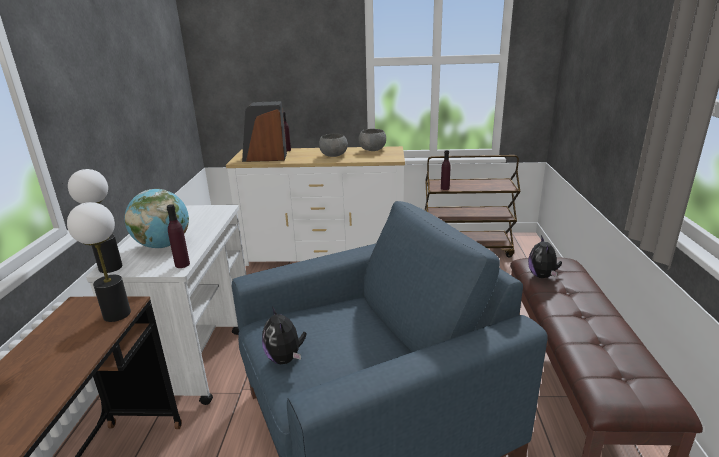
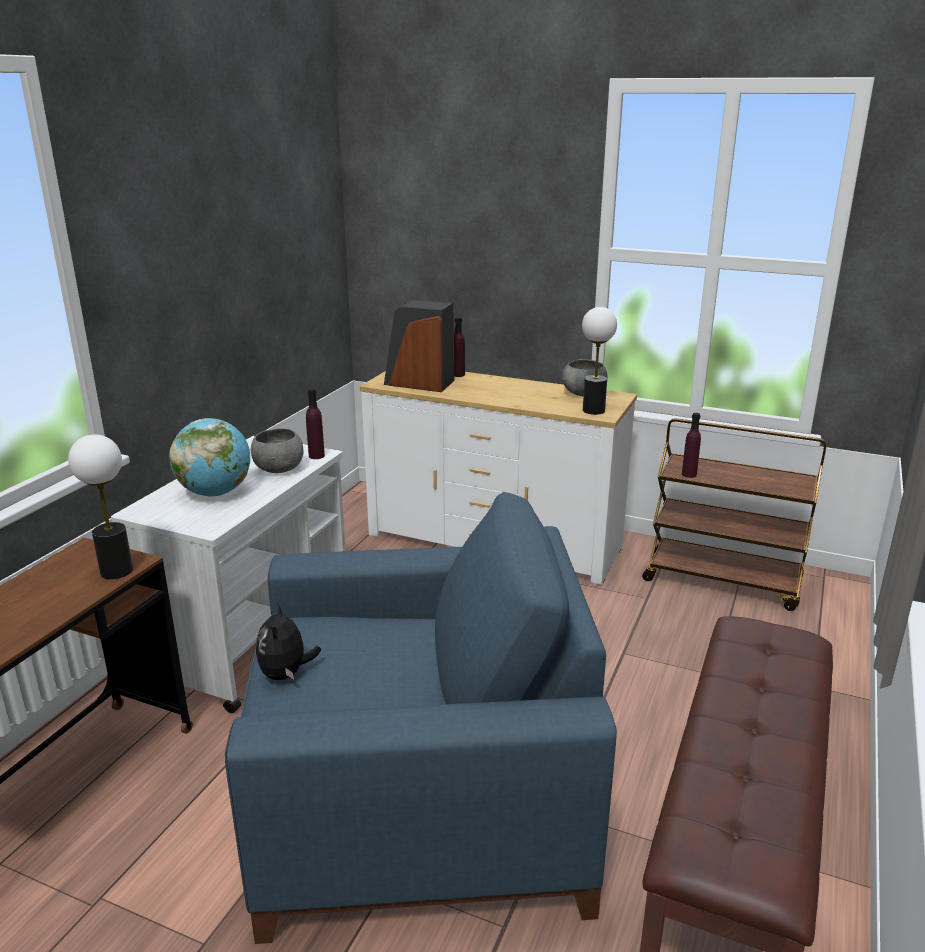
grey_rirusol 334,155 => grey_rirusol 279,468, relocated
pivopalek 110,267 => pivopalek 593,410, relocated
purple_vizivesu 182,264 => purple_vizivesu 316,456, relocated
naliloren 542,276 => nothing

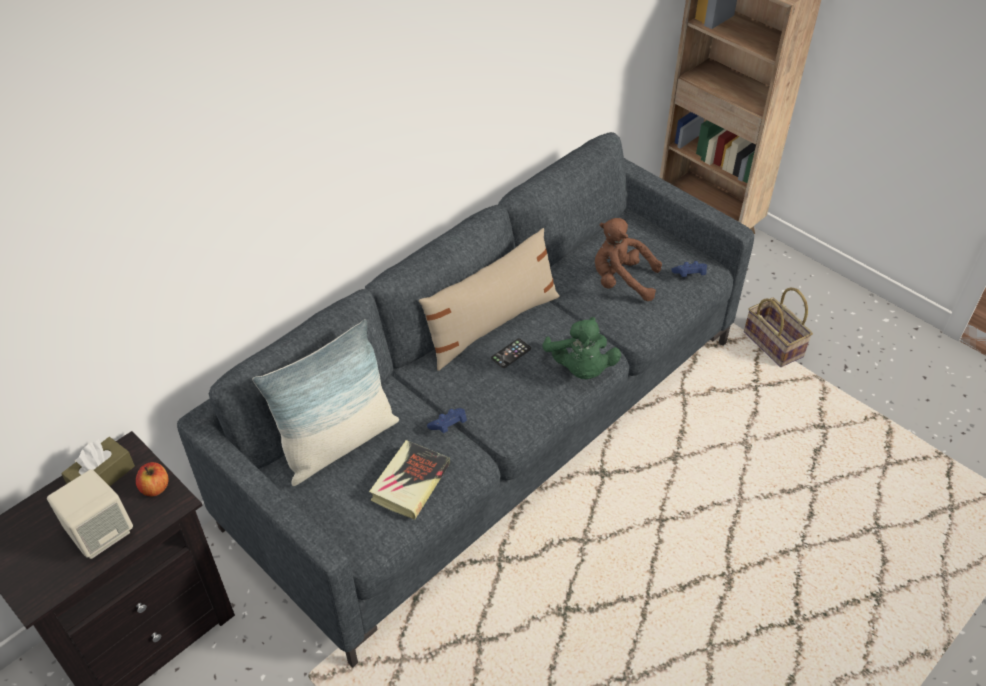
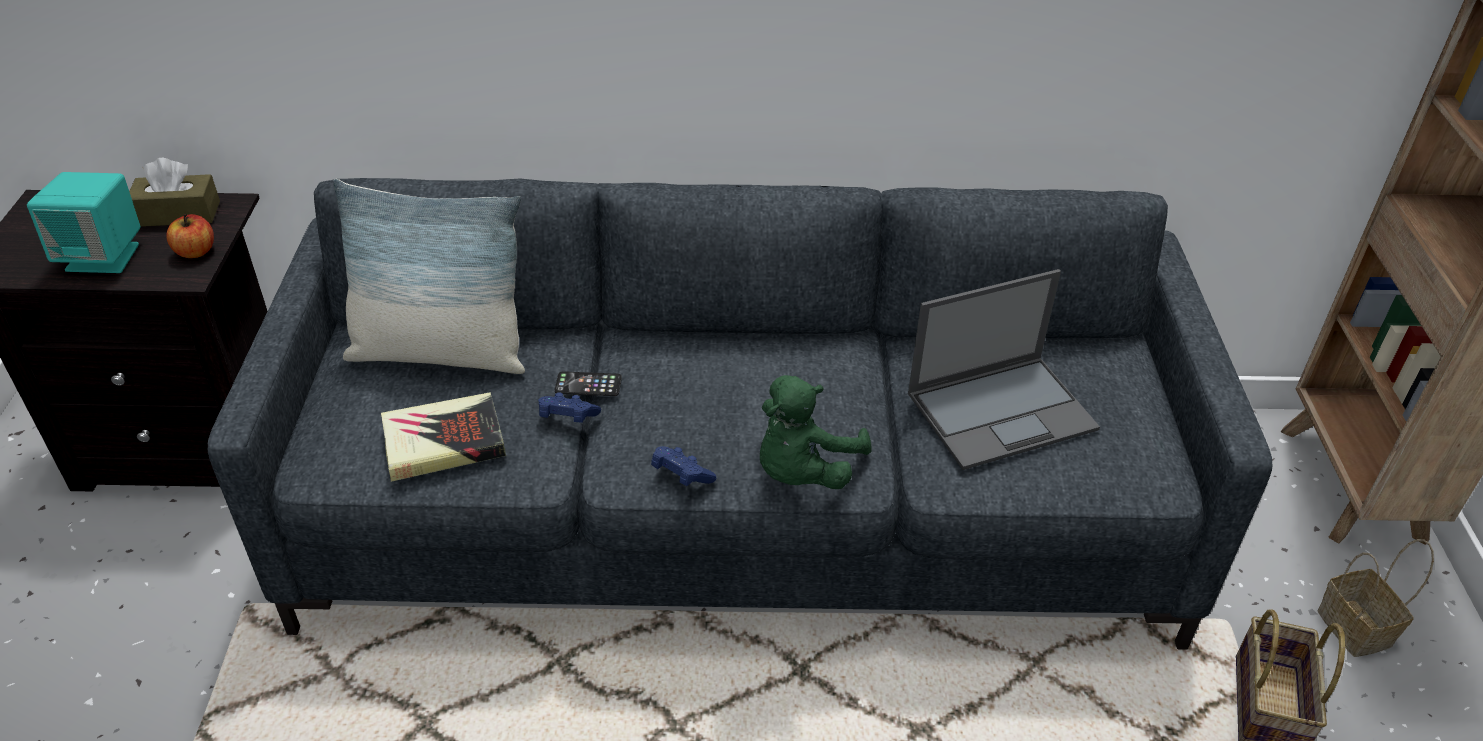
brown_naliloren 621,281 => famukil 1003,410
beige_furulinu 491,324 => nothing
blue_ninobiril 689,275 => blue_ninobiril 681,476, relocated
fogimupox 511,353 => fogimupox 588,384, relocated
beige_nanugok 101,533 => turquoise_nanugok 104,257
nothing => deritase 1357,629

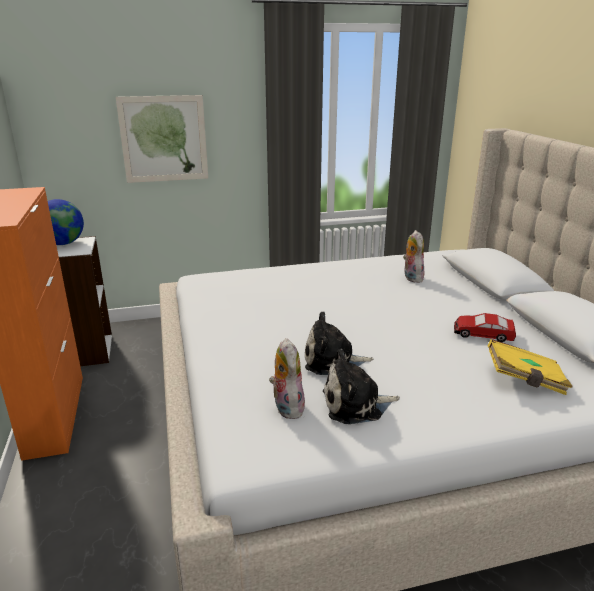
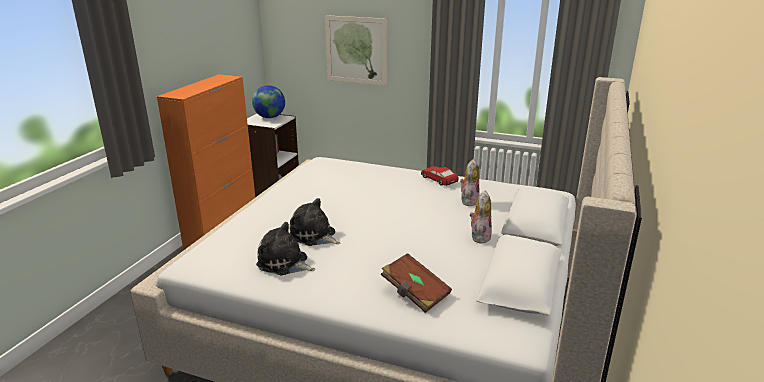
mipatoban 483,334 => mipatoban 438,179, relocated
naliloren 286,407 => naliloren 479,236, relocated
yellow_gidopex 525,380 => brown_gidopex 415,293

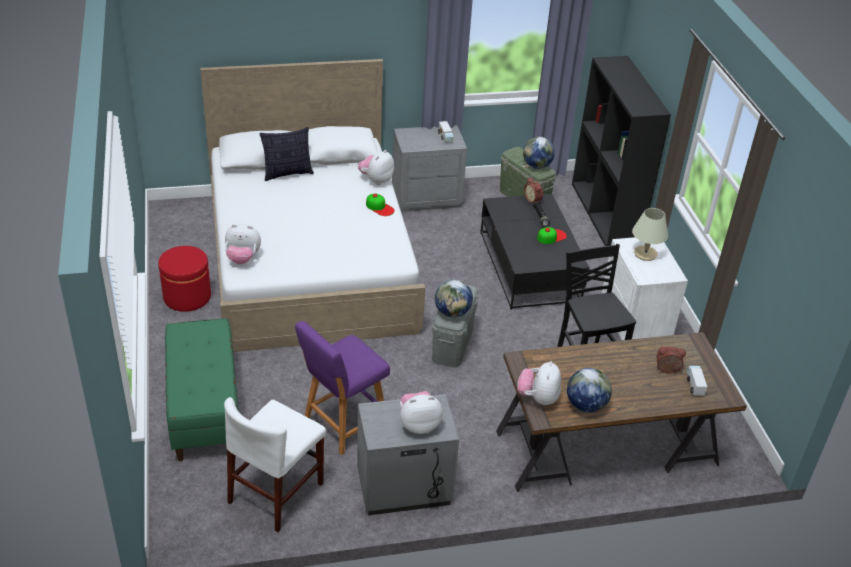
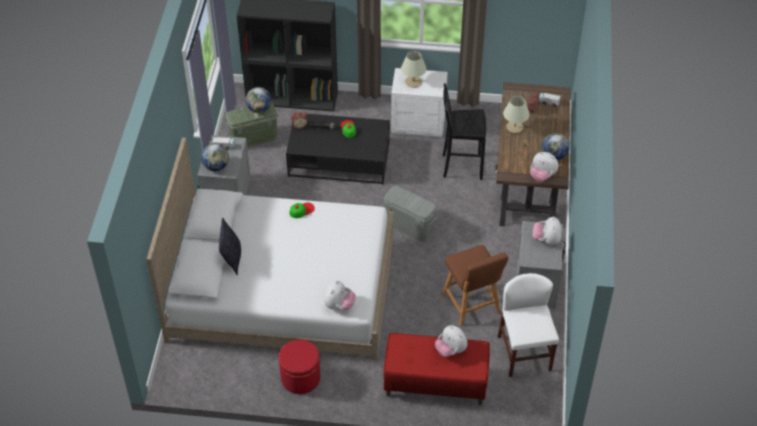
naliloren 376,180 => naliloren 450,350, relocated
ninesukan 452,313 => ninesukan 216,166, relocated
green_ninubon 204,410 => red_ninubon 435,383
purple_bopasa 342,425 => brown_bopasa 472,305
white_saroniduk 276,493 => white_saroniduk 524,353, 150 degrees counterclockwise
nothing => beige_pivopalek 514,127

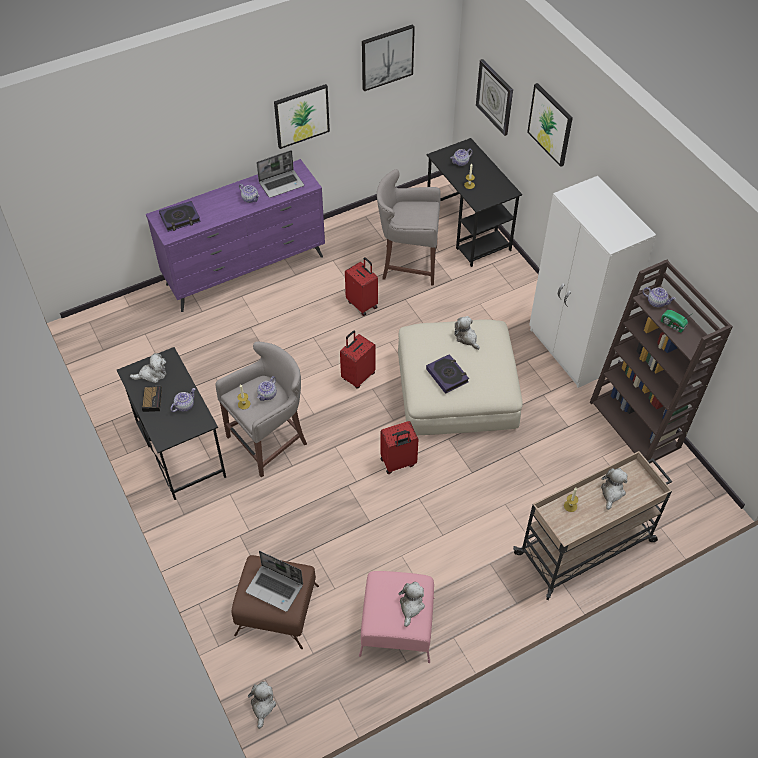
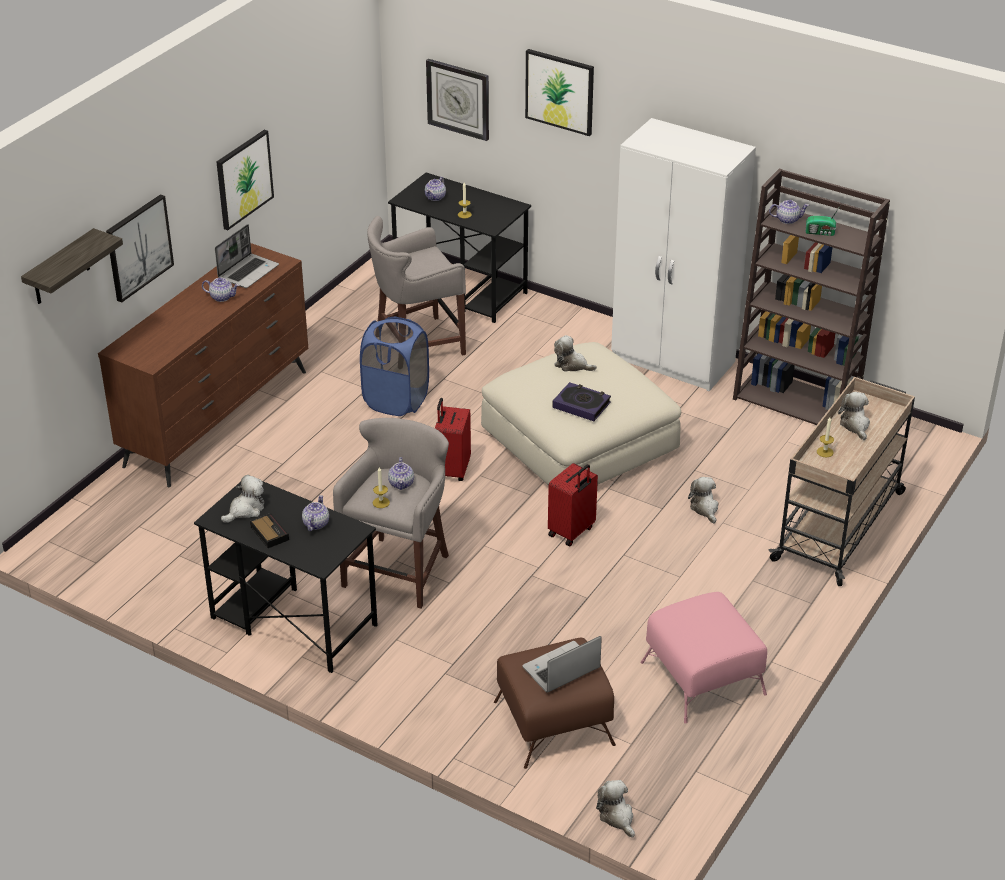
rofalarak 387,57 => rofalarak 138,247, relocated
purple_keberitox 246,270 => brown_keberitox 218,418
gidopex 180,219 => nothing
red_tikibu 362,304 => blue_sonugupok 396,400
famukil 275,588 => famukil 561,669, 150 degrees clockwise
naliloren 411,606 => naliloren 704,508, relocated
nothing => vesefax 60,268

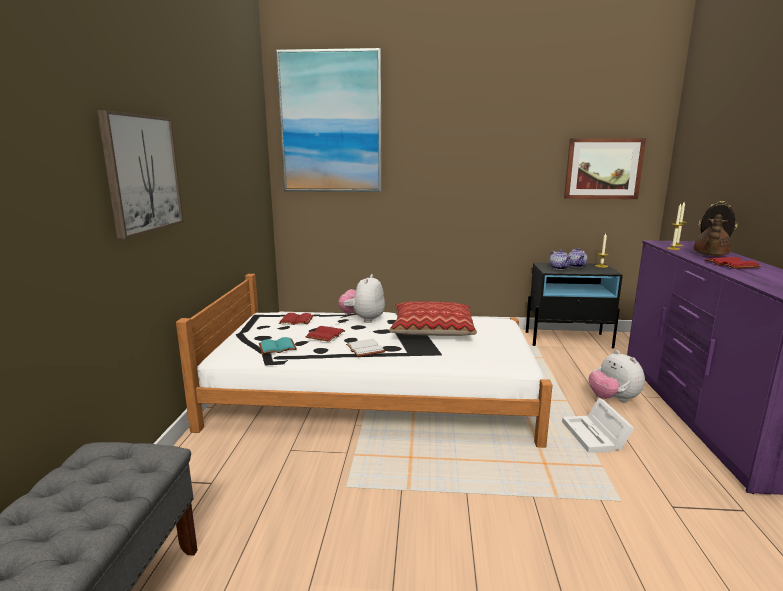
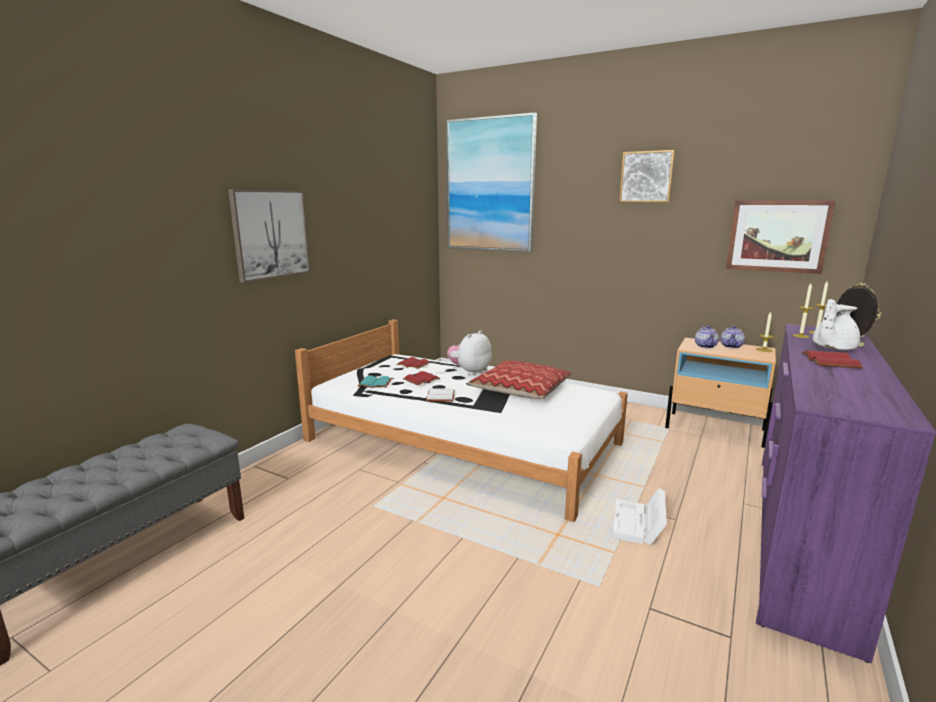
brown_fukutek 710,255 => white_fukutek 832,348
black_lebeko 568,340 => beige_lebeko 715,429
naliloren 613,399 => nothing
nothing => rofalarak 646,177

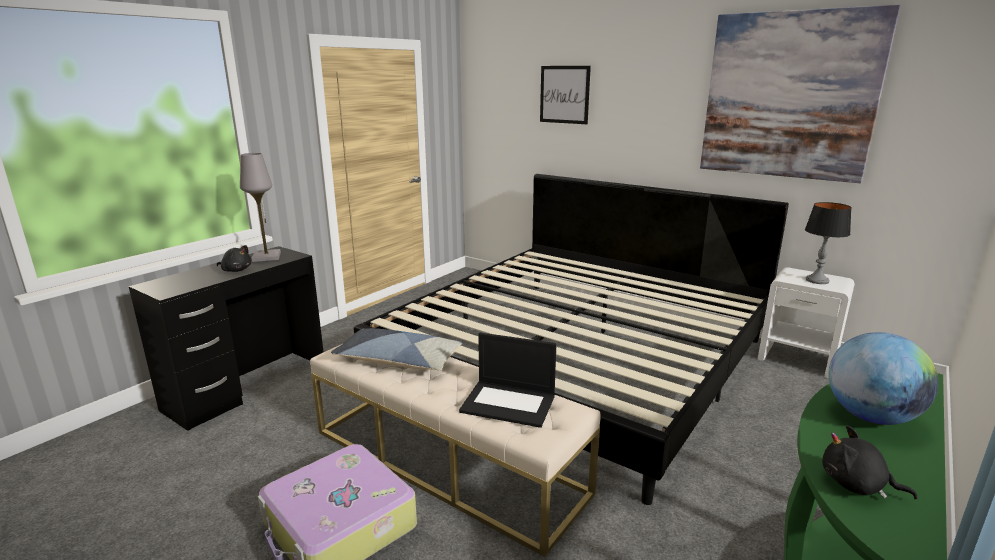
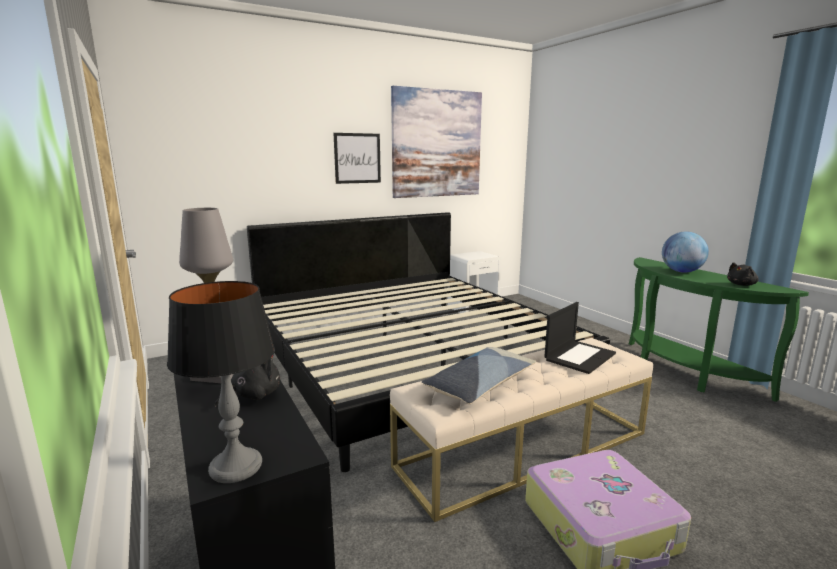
rofalarak 564,94 => rofalarak 357,158, relocated
pivopalek 817,280 => pivopalek 235,467, relocated

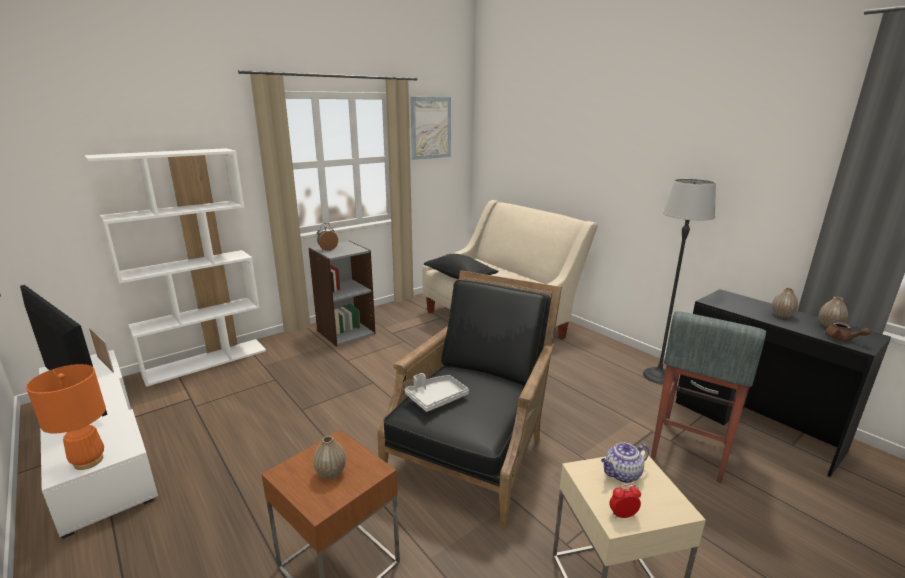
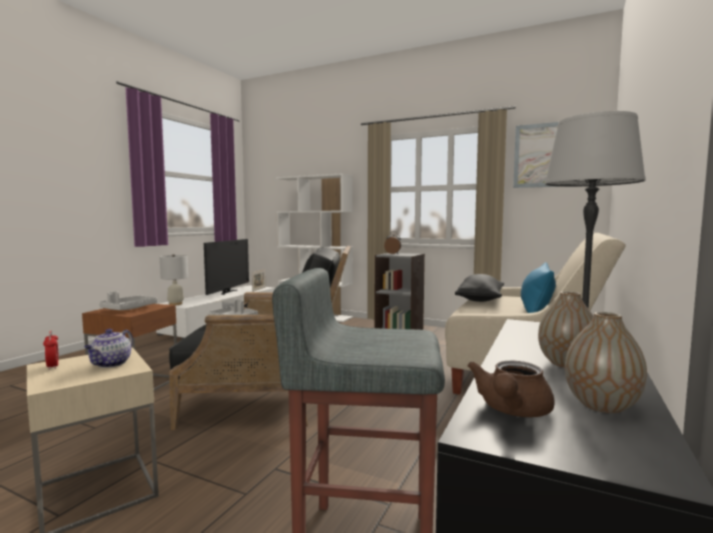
orange_pivopalek 88,461 => white_pivopalek 175,304
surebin 331,473 => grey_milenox 129,309
fukutek 622,474 => fukutek 111,364, 120 degrees counterclockwise
nothing => blue_furulinu 536,310

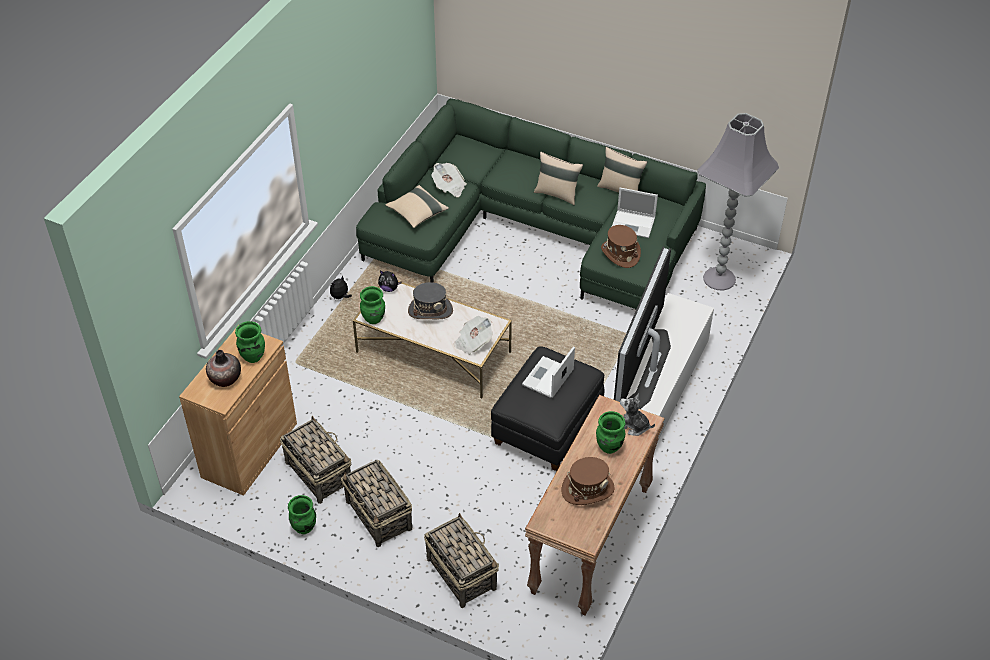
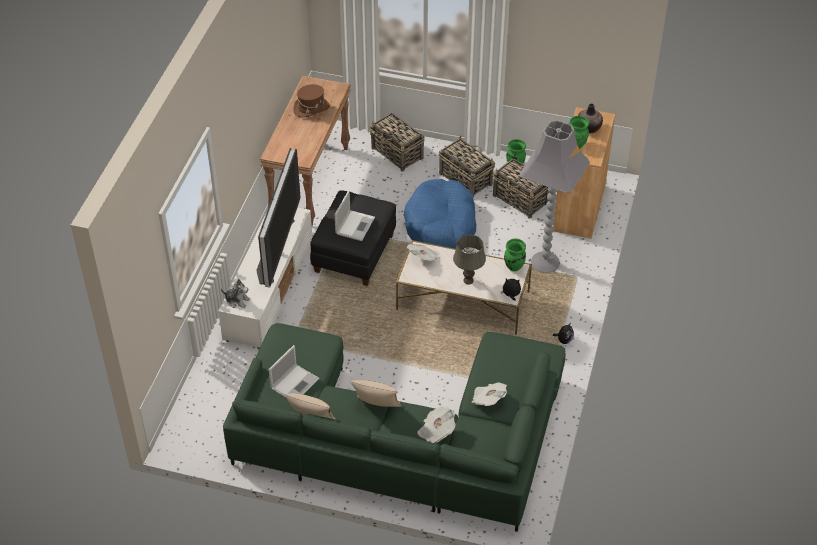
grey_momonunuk 718,279 => grey_momonunuk 546,262, relocated
beige_furulinu 417,213 => nothing
famukil 633,224 => famukil 295,383, 120 degrees clockwise
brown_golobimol 620,253 => nothing
grey_golobimol 430,310 => grey_pivopalek 468,280
naliloren 634,426 => naliloren 237,300, relocated
green_surebin 609,447 => nothing
nothing => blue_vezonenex 441,225
nothing => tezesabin 436,431

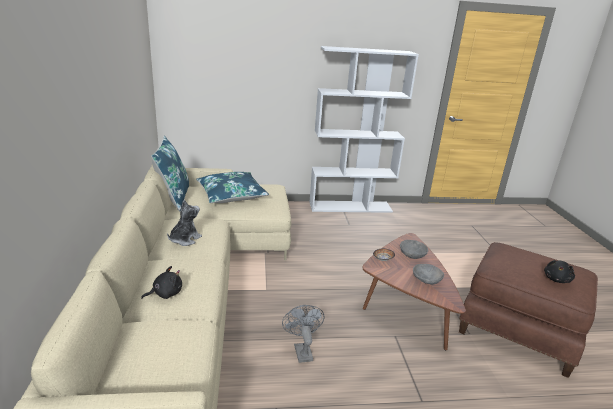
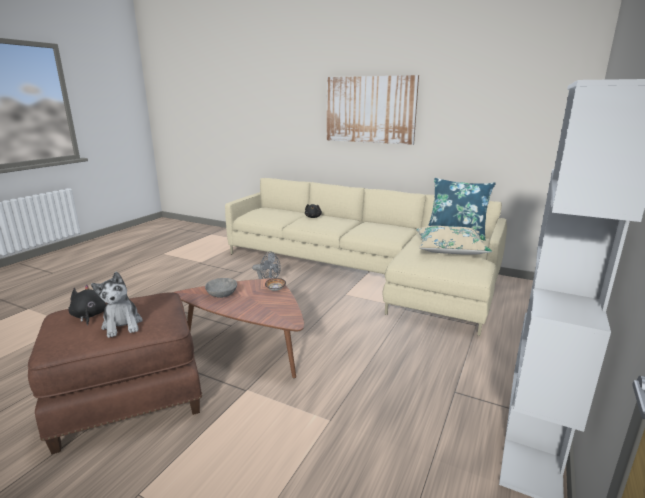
blue_furulinu 231,195 => beige_furulinu 449,249
naliloren 184,239 => naliloren 122,325, relocated
grey_rirusol 412,255 => nothing
nothing => rofalarak 370,110

